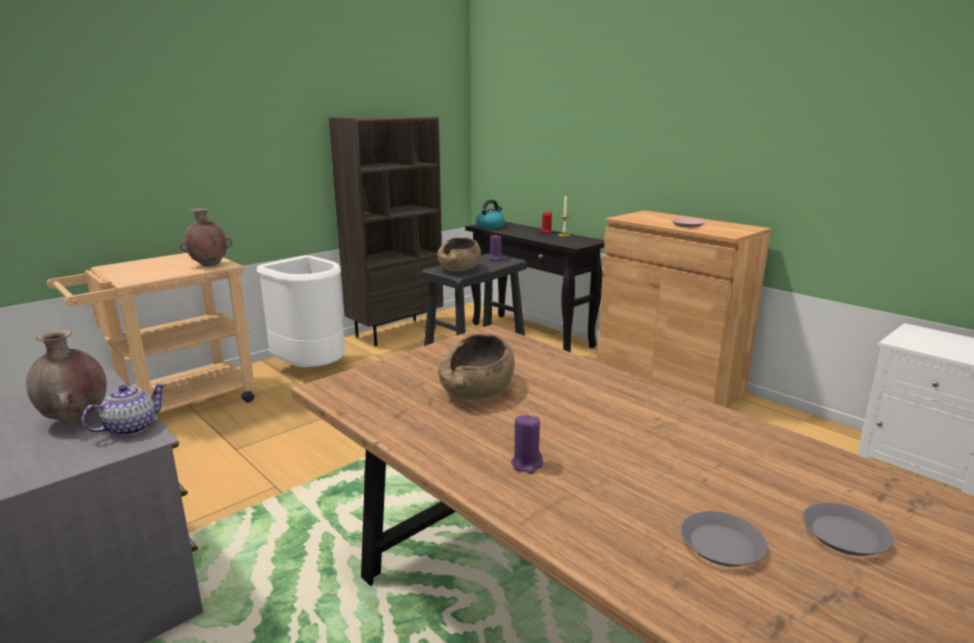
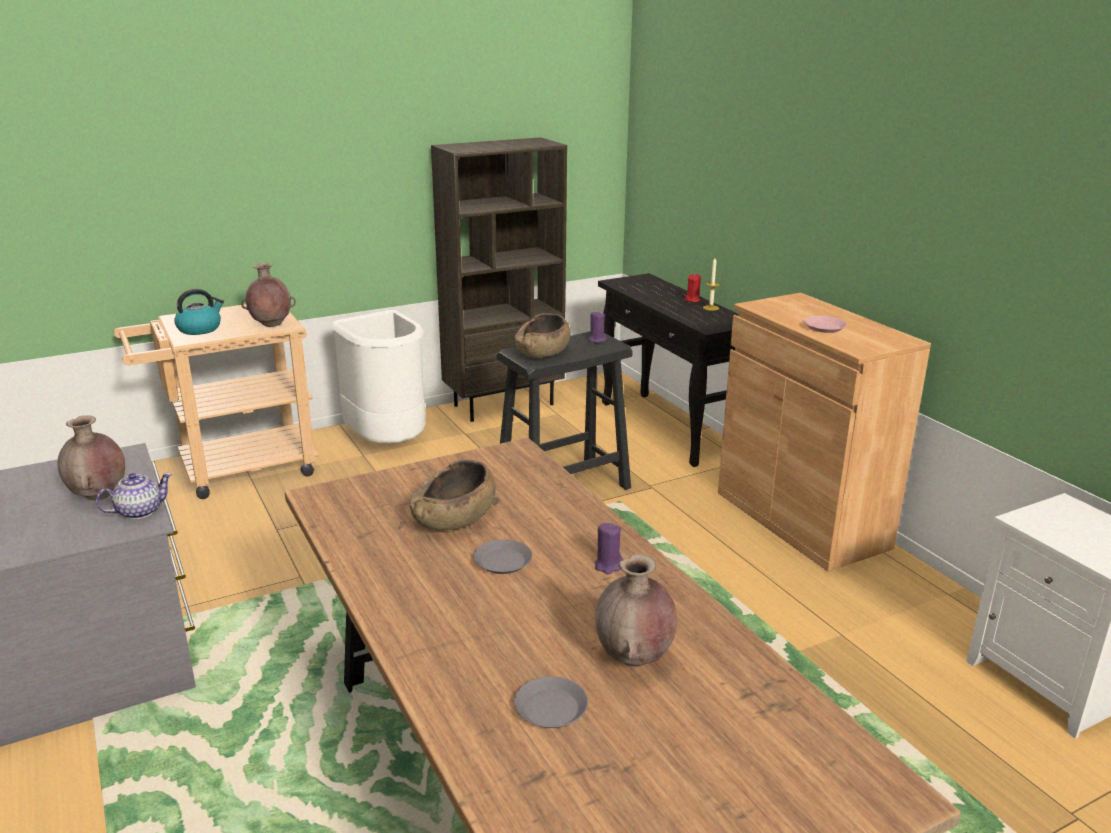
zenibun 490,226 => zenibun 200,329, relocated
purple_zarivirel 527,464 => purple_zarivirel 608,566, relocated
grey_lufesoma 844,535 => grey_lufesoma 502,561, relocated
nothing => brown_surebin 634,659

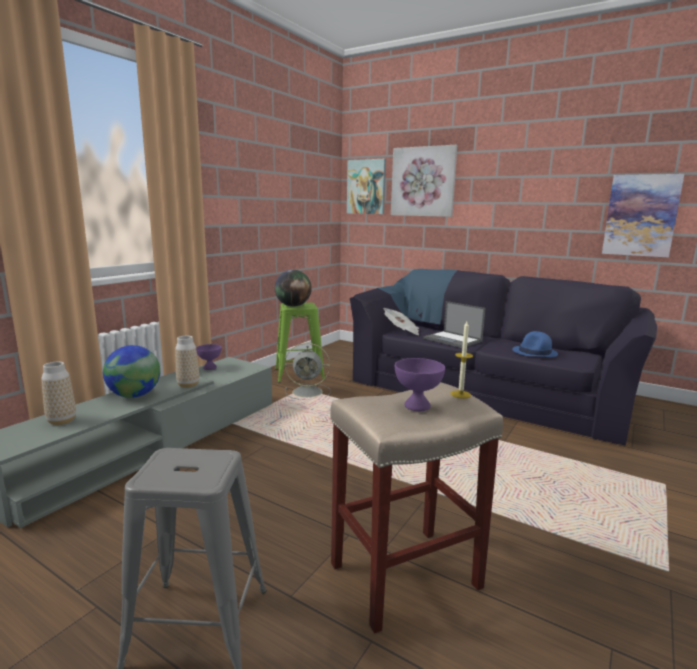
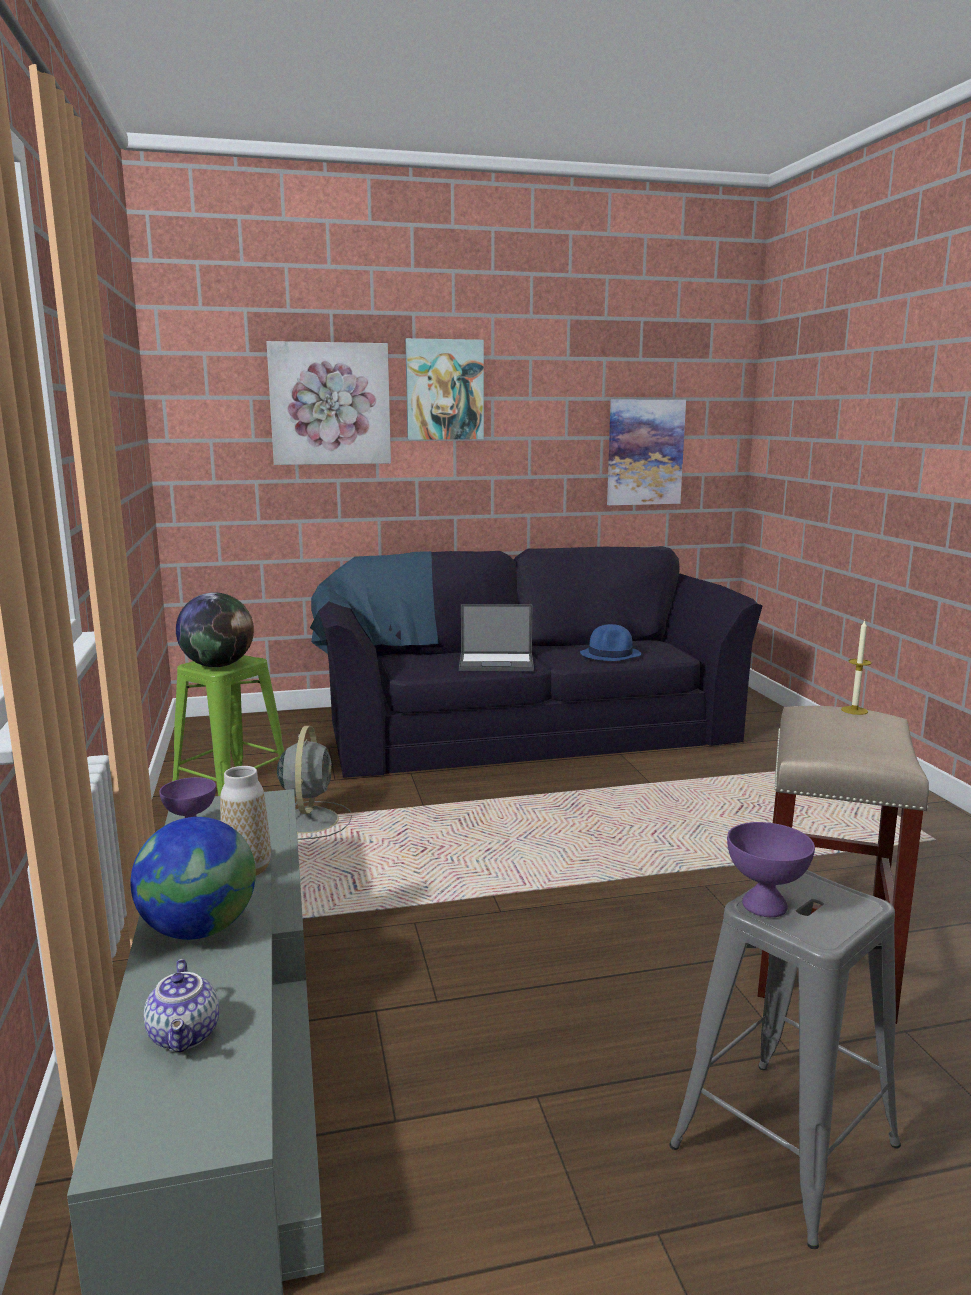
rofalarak 366,187 => rofalarak 444,390, relocated
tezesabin 401,331 => nothing
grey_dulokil 309,392 => grey_dulokil 310,820, 45 degrees counterclockwise
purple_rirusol 418,406 => purple_rirusol 765,905, relocated
surebin 62,421 => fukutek 186,1035

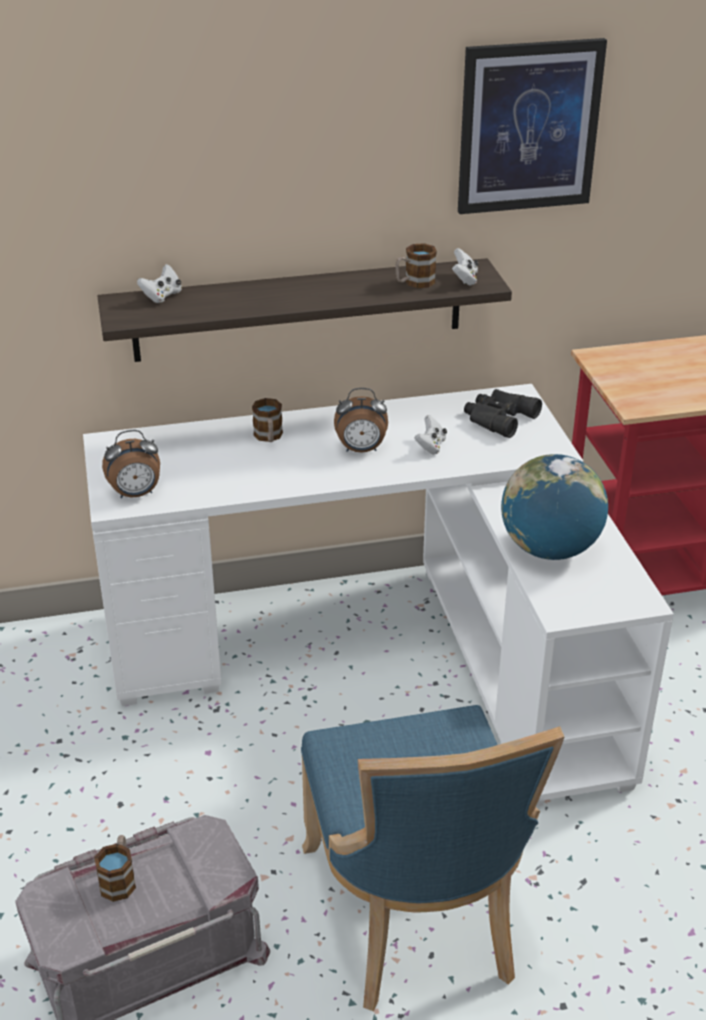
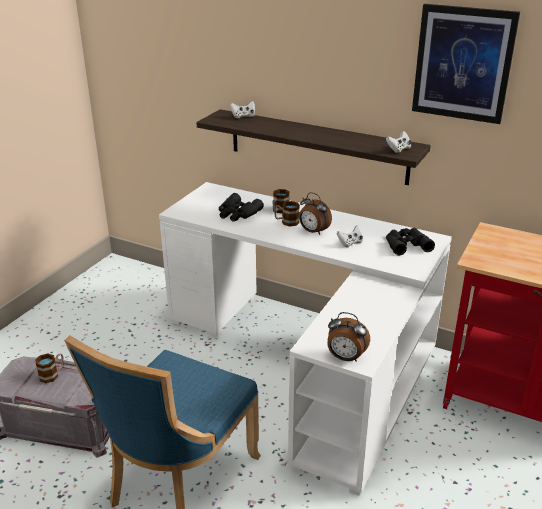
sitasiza 414,283 => sitasiza 286,222, relocated
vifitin 136,494 => vifitin 345,358, relocated
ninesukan 549,549 => nothing
nothing => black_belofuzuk 237,213

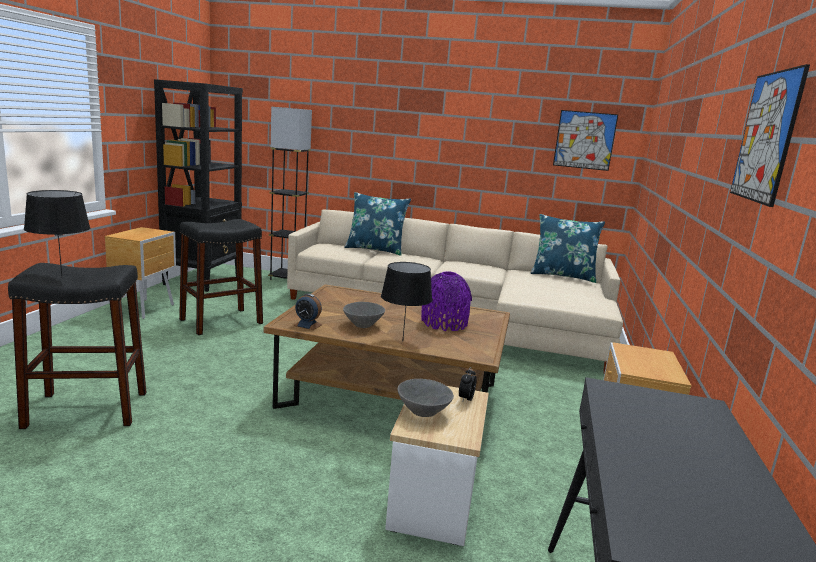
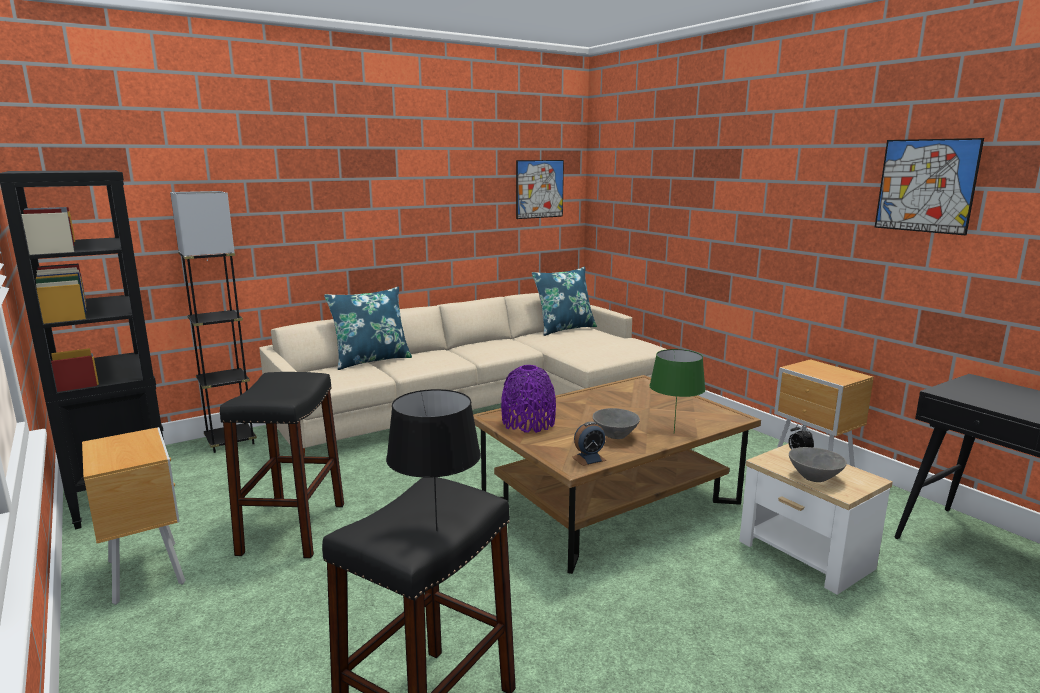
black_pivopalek 403,341 => green_pivopalek 674,433
purple_surebin 444,323 => purple_surebin 528,423, relocated

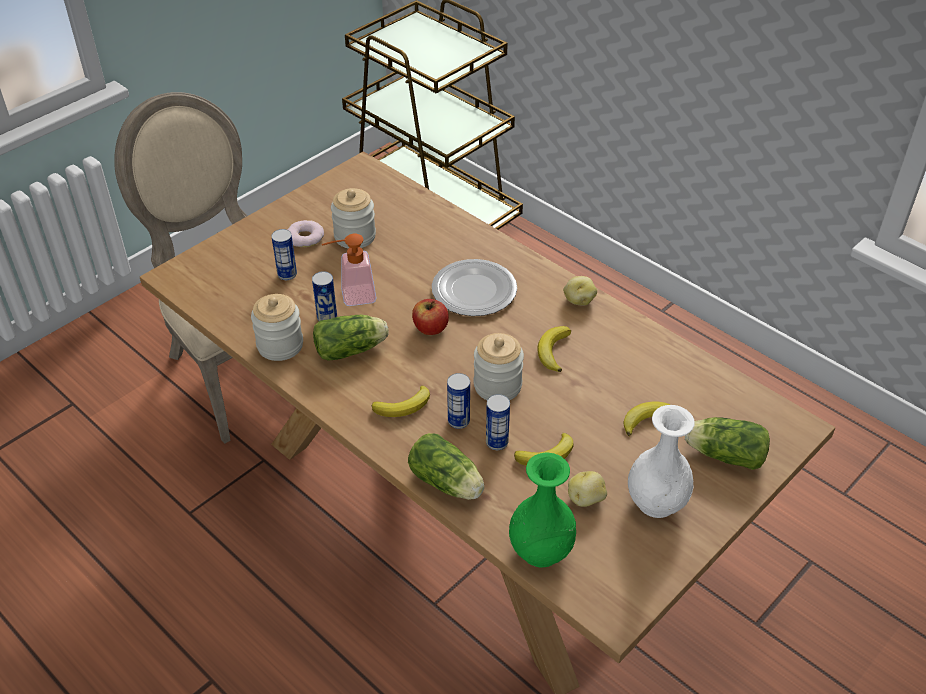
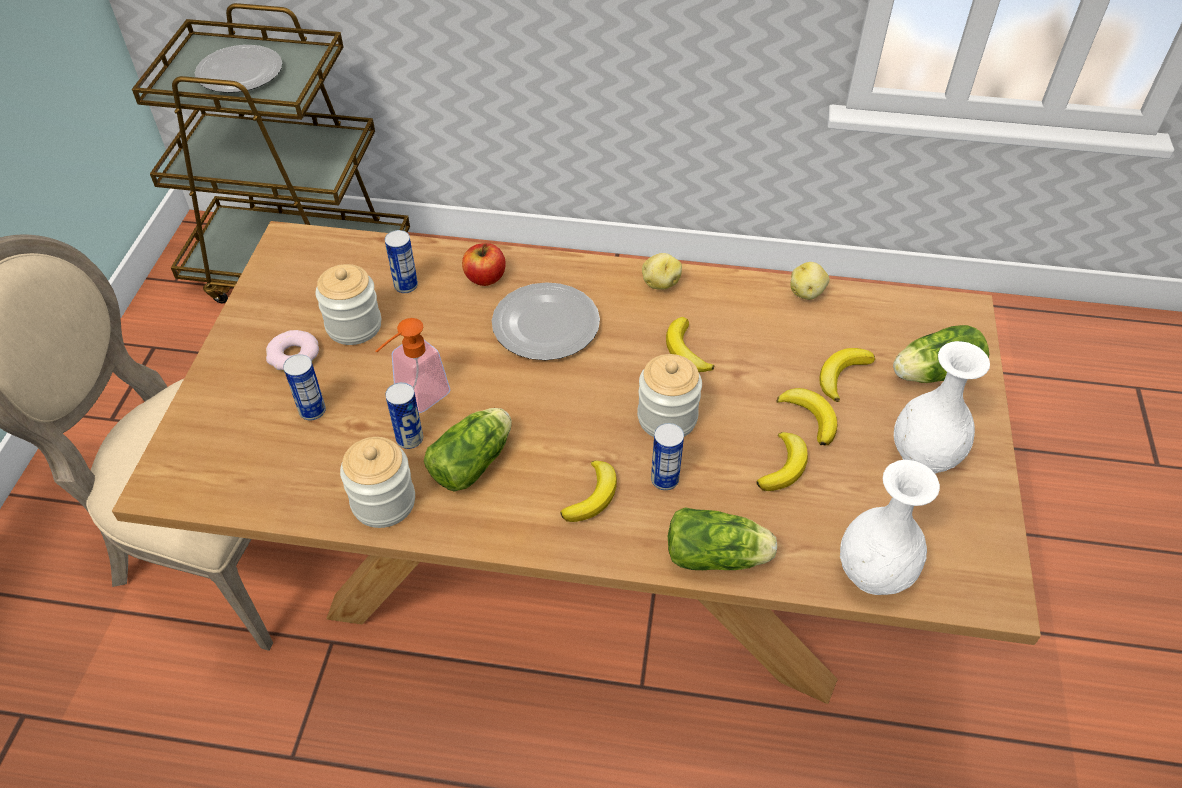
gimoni 430,328 => gimoni 485,278, relocated
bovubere 497,442 => bovubere 406,285, relocated
green_surebin 541,551 => white_surebin 874,574
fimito 586,499 => fimito 807,292, relocated
nothing => lufesoma 239,72
nothing => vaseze 810,417

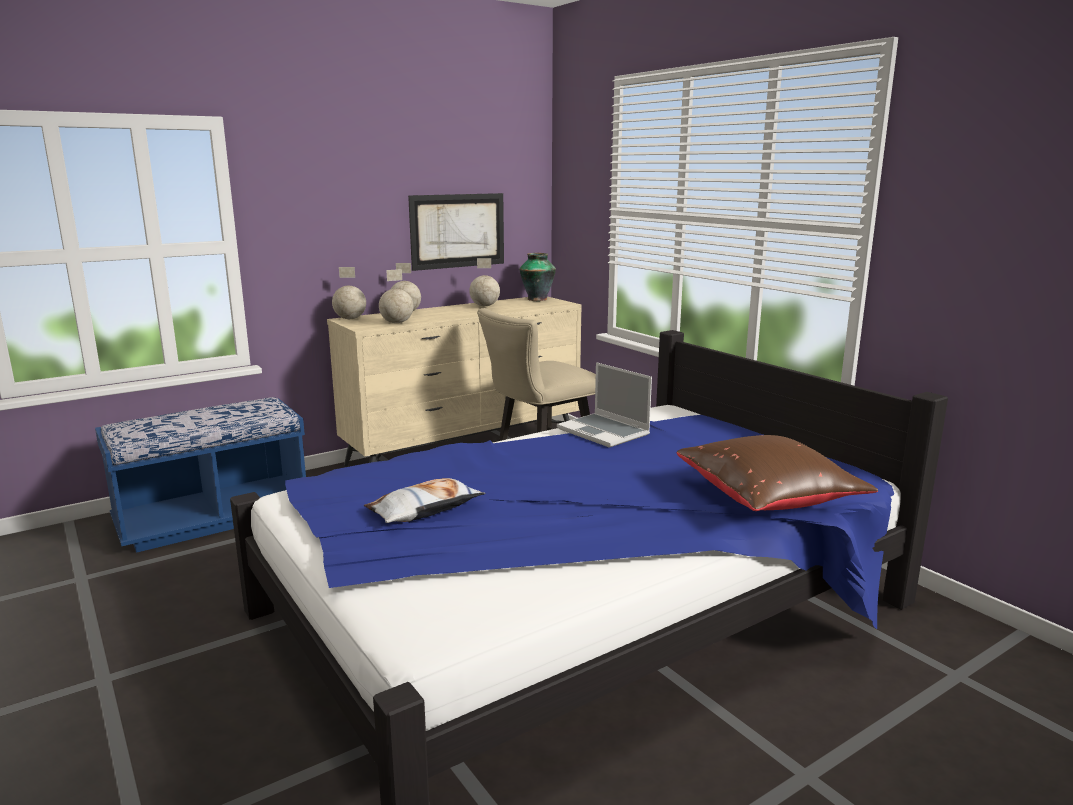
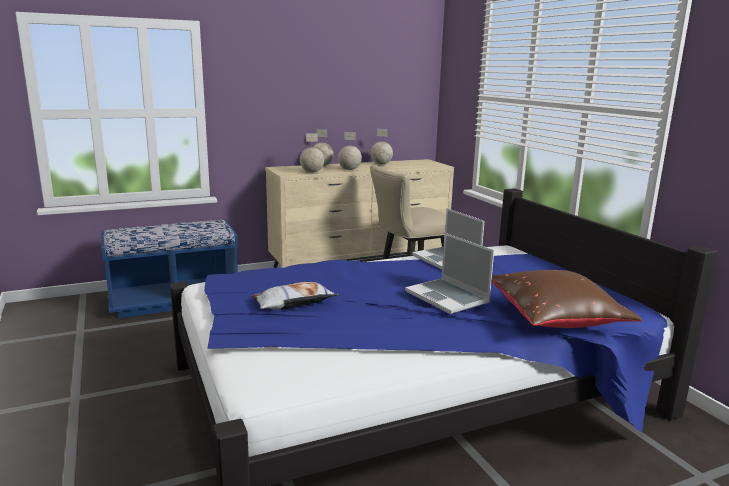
rofalarak 458,231 => nothing
surebin 537,299 => nothing
ninesukan 350,319 => ninesukan 349,169, relocated
nothing => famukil 448,297

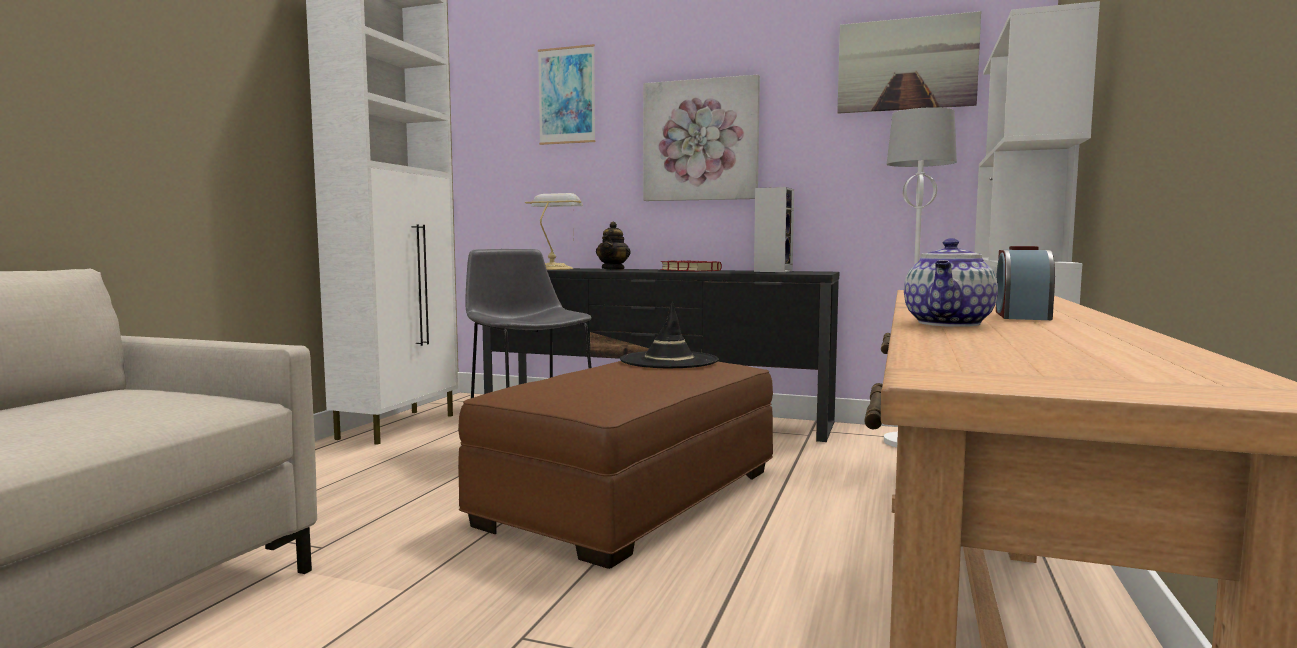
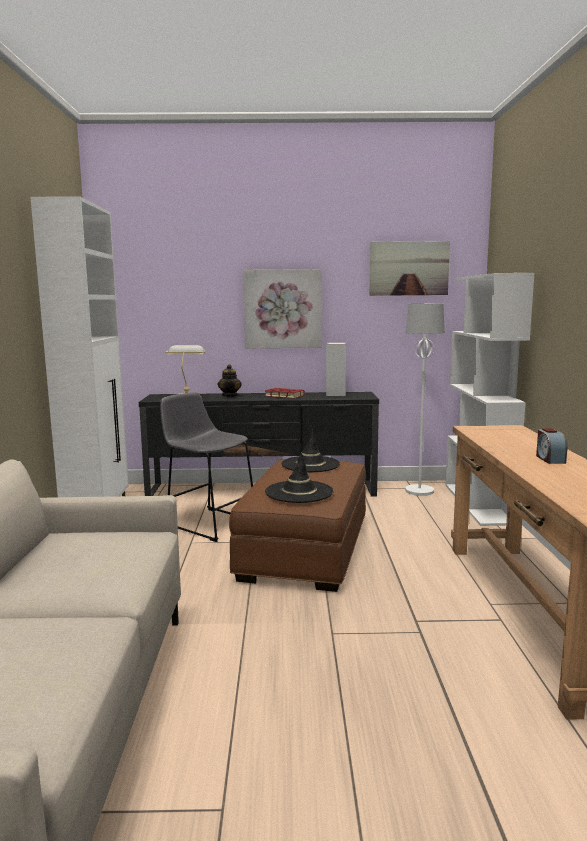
rofalarak 567,95 => nothing
fukutek 949,324 => nothing
nothing => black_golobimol 299,492

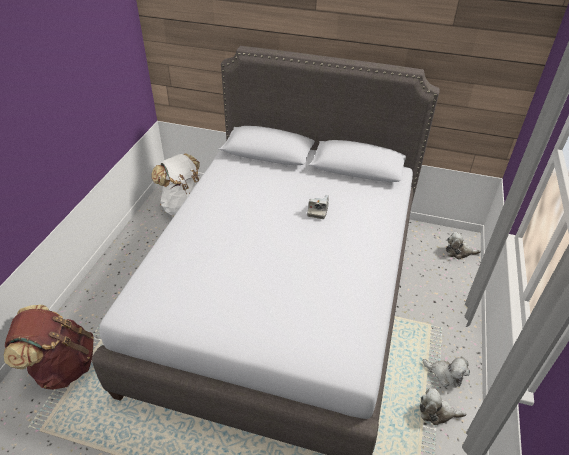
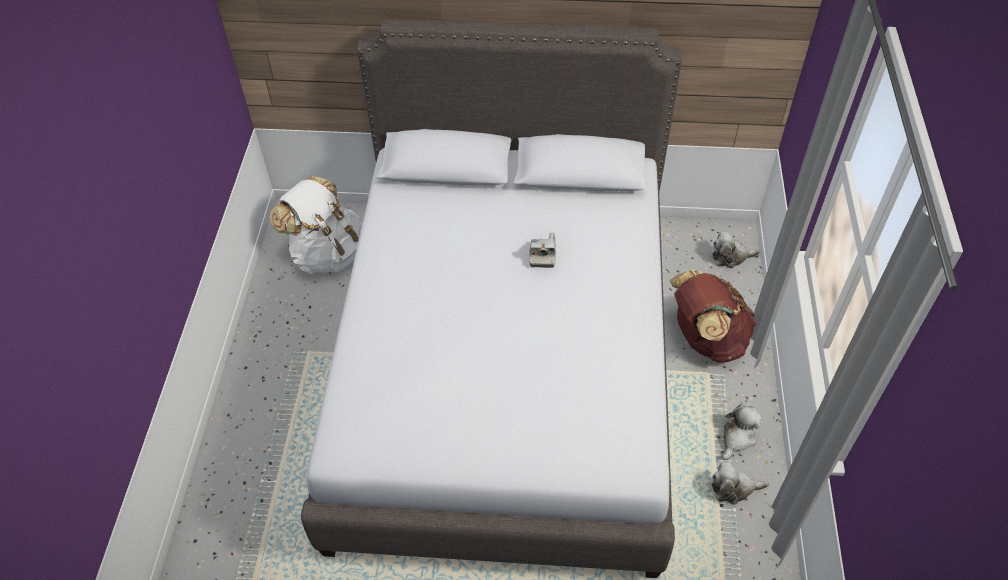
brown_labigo 62,366 => brown_labigo 706,339, relocated
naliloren 445,375 => naliloren 737,438, 75 degrees counterclockwise

